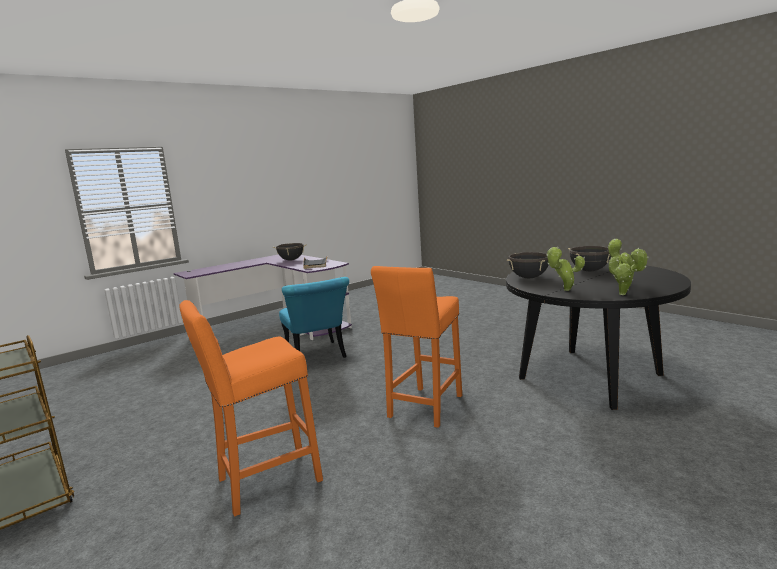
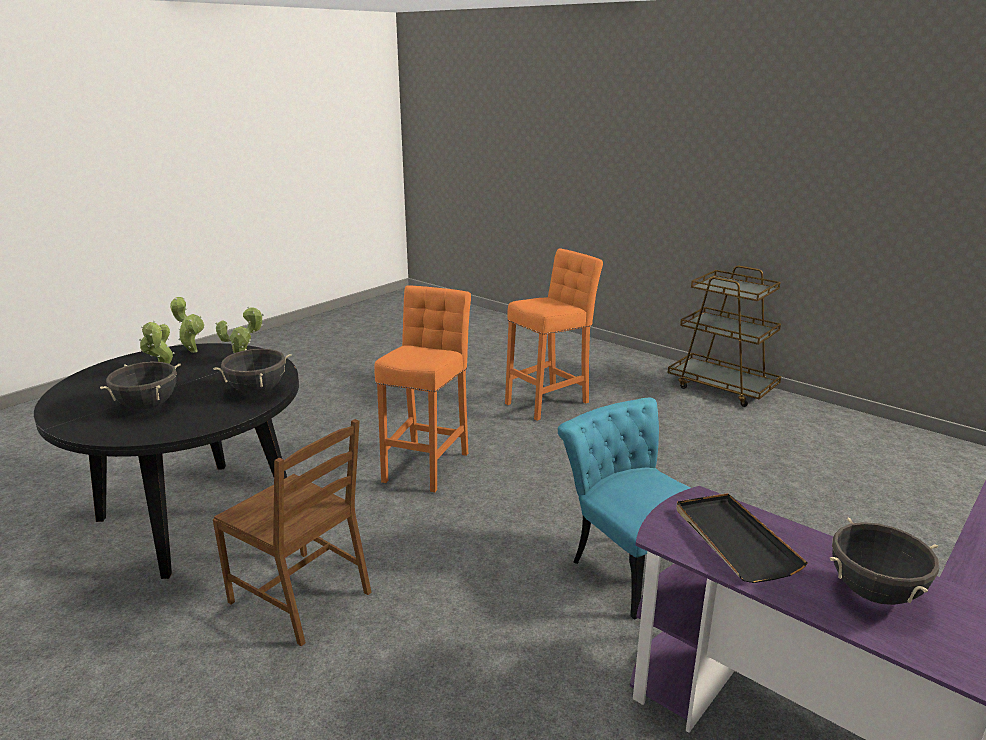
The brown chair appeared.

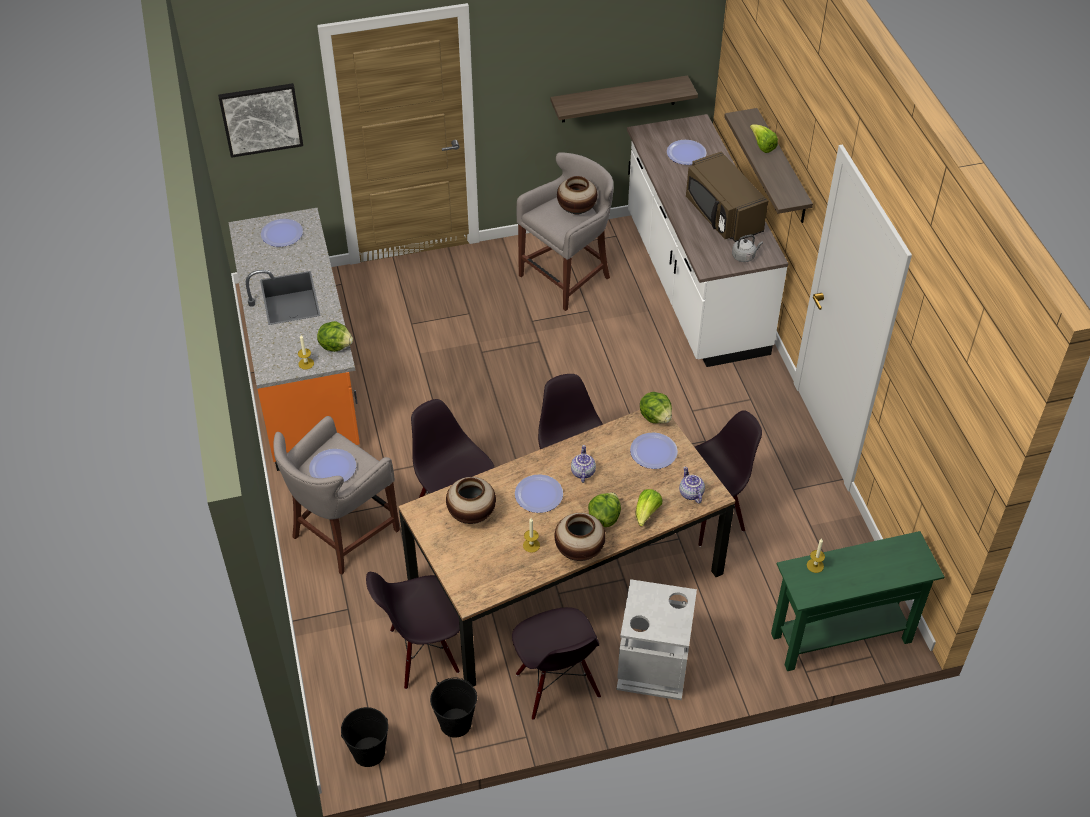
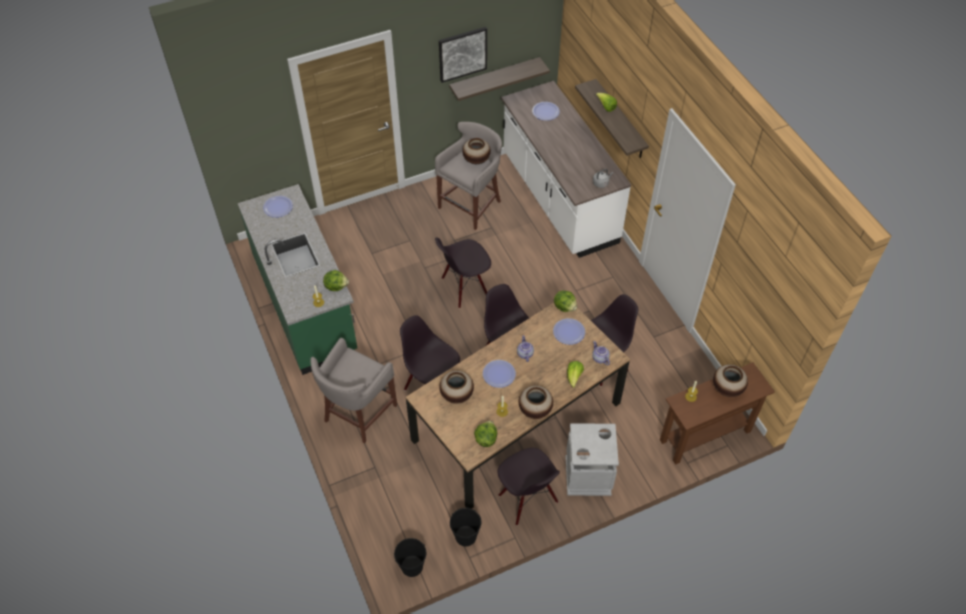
The picture moved.
The brown microwave disappeared.
The orange counter became the green counter.
The plate (2nd from left) disappeared.
The lettuce (2nd from left) moved.
The green console table became the brown console table.
The black chair (1st from left in the first image) moved.
The vase (4th from left) appeared.

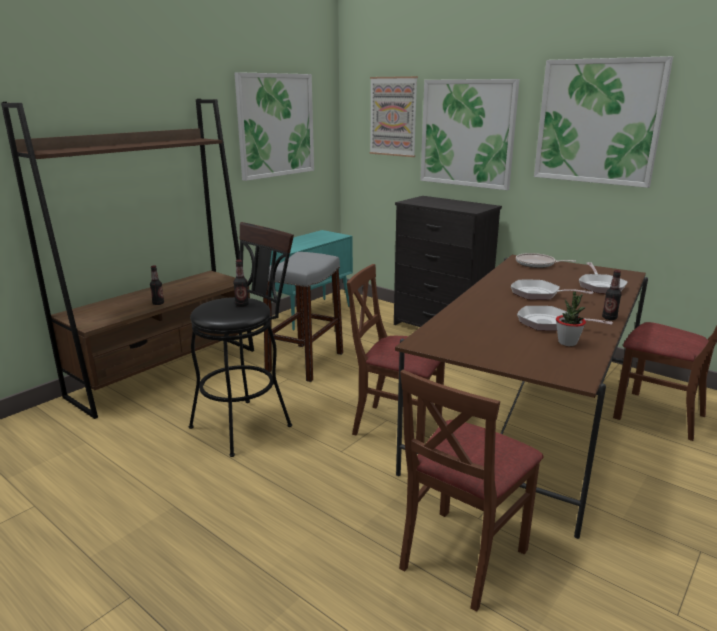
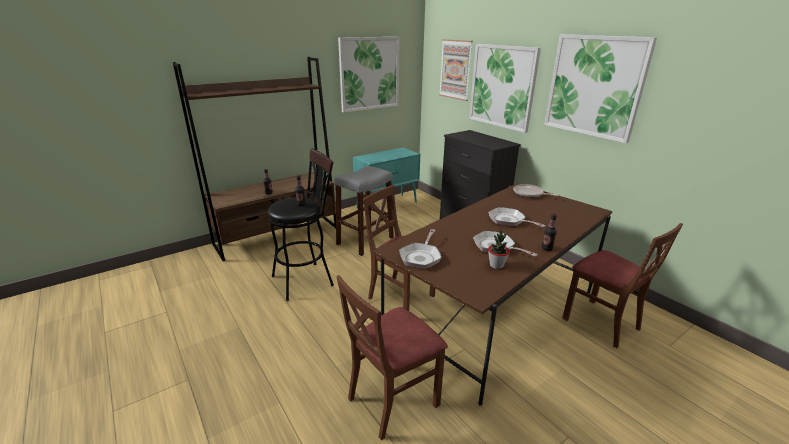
The frying pan (4th from left in the first image) moved.

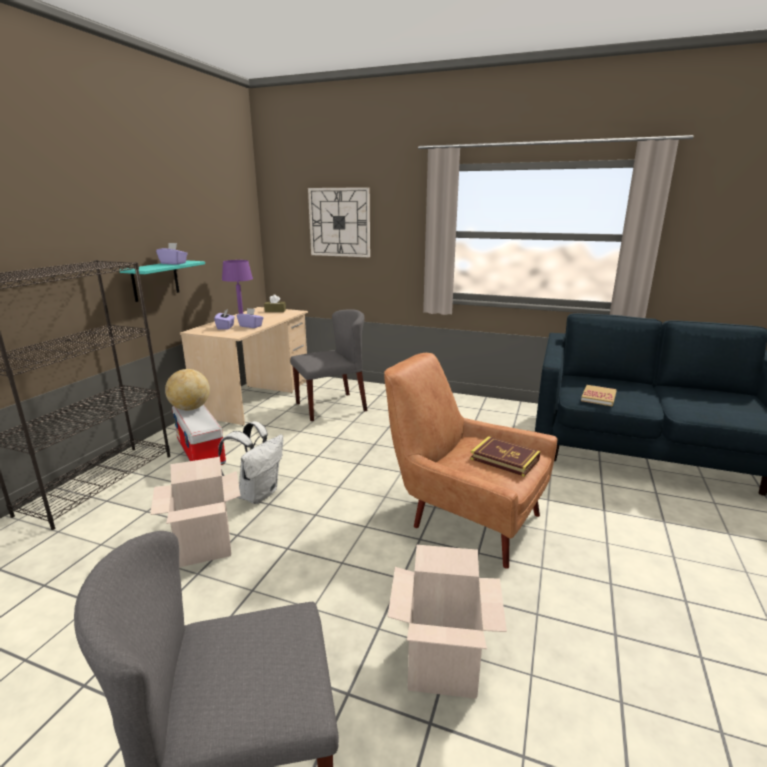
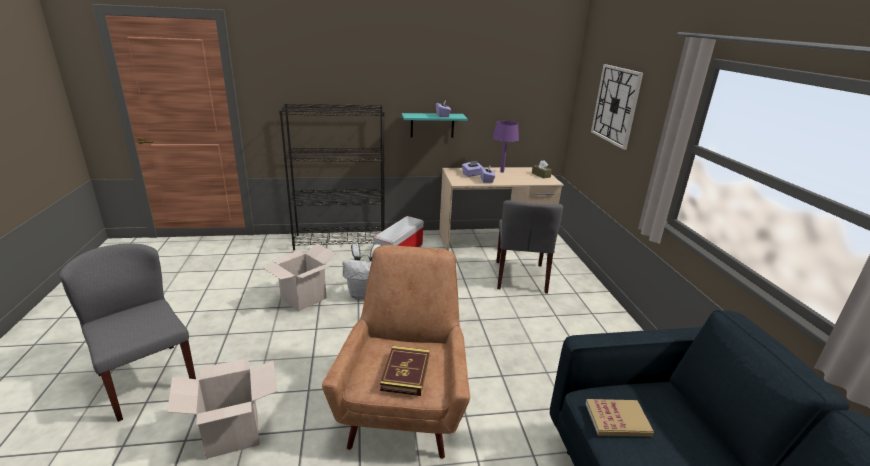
The grey chair (2nd from left) turned 60 degrees clockwise.
The globe disappeared.

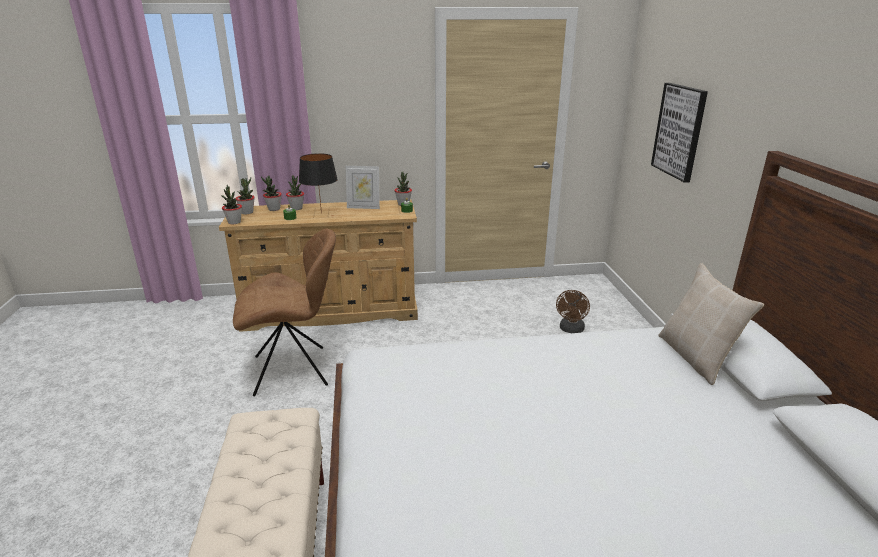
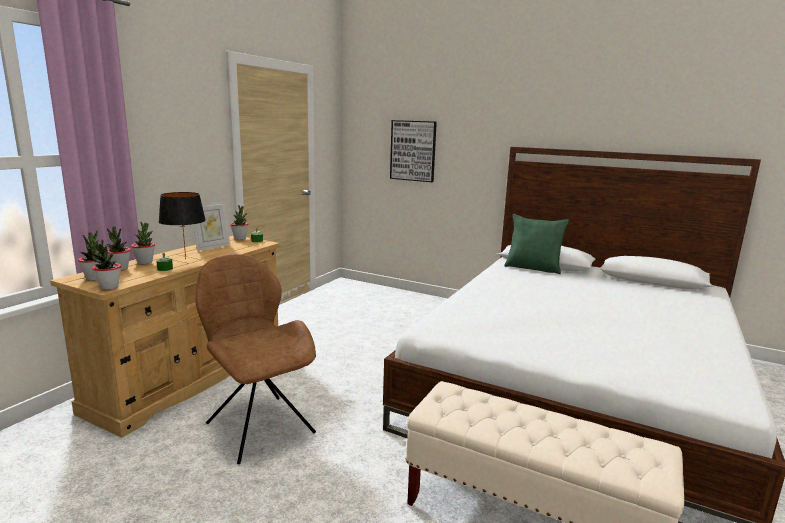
The brown chair turned 60 degrees counterclockwise.
The beige pillow became the green pillow.
The brown fan disappeared.

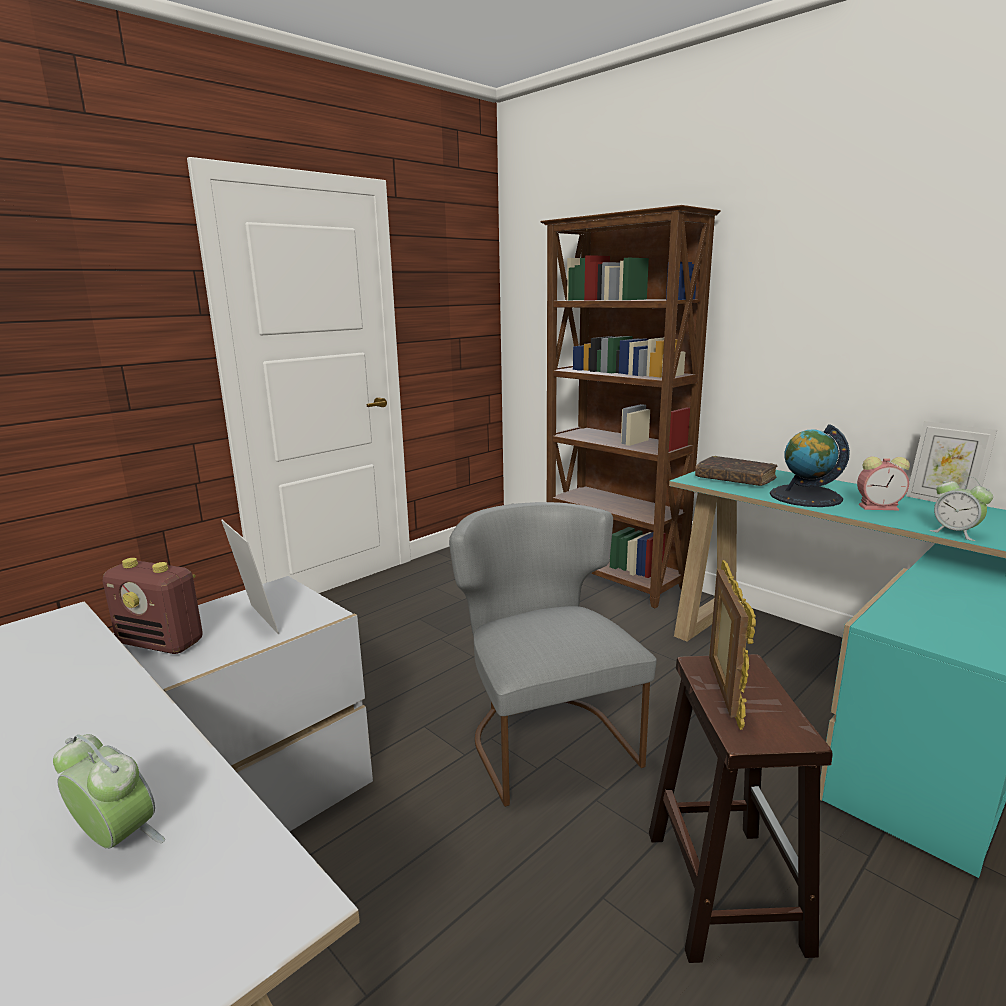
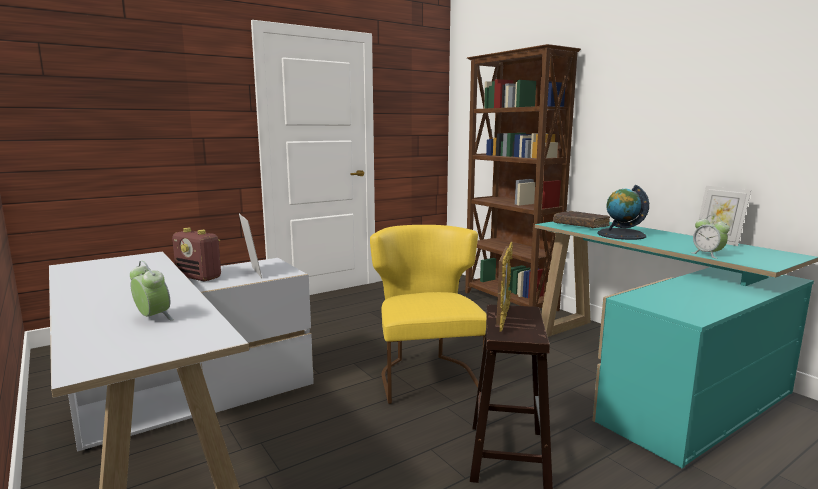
The alarm clock (2nd from left) disappeared.
The grey chair became the yellow chair.

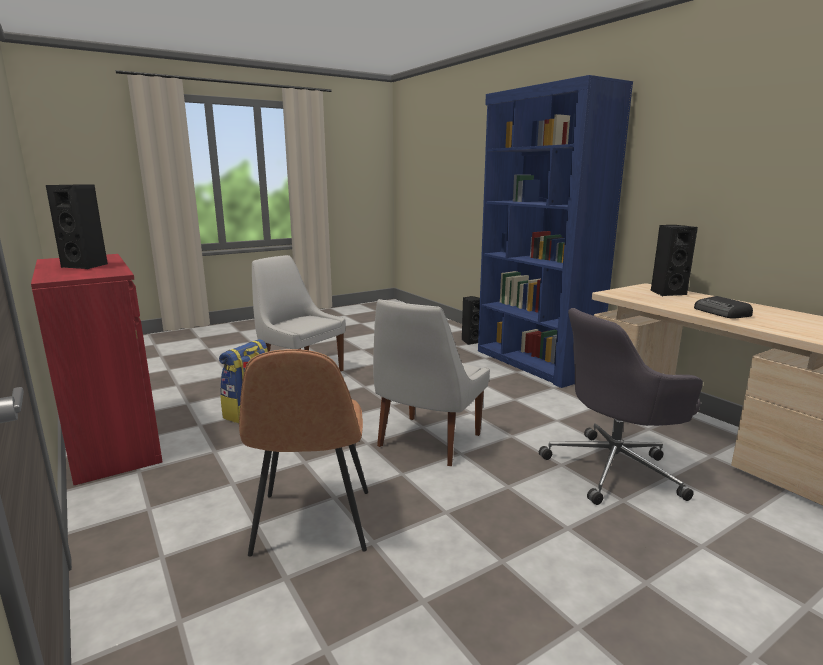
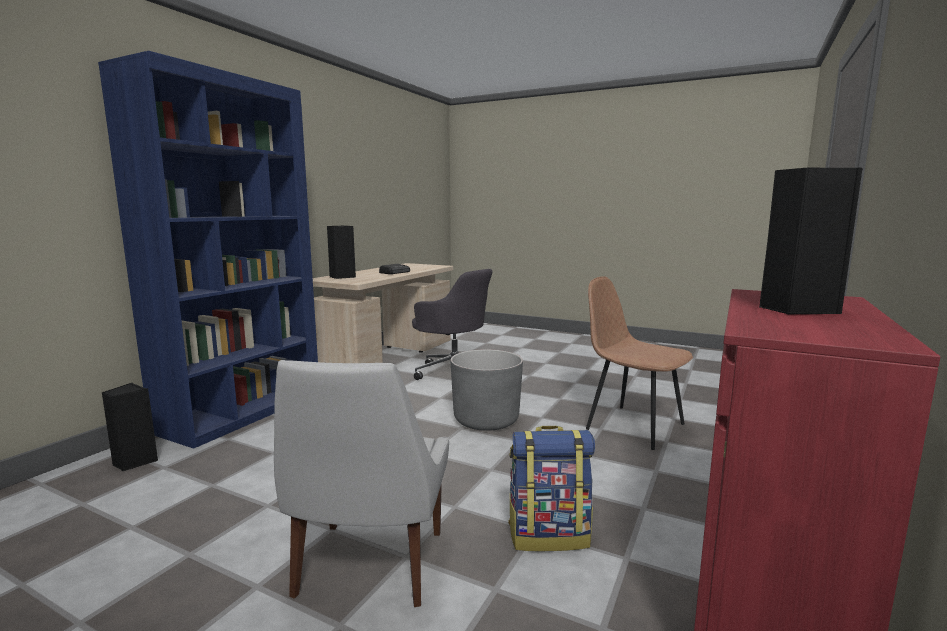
The white chair (2nd from left) was replaced by the grey planter.
The brown chair turned 105 degrees counterclockwise.

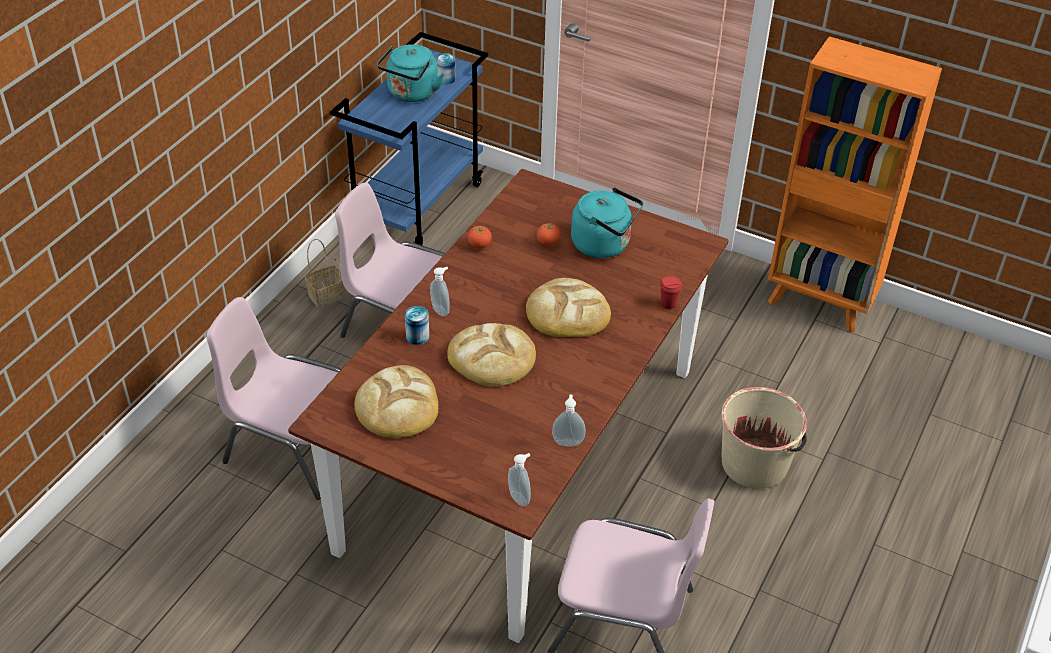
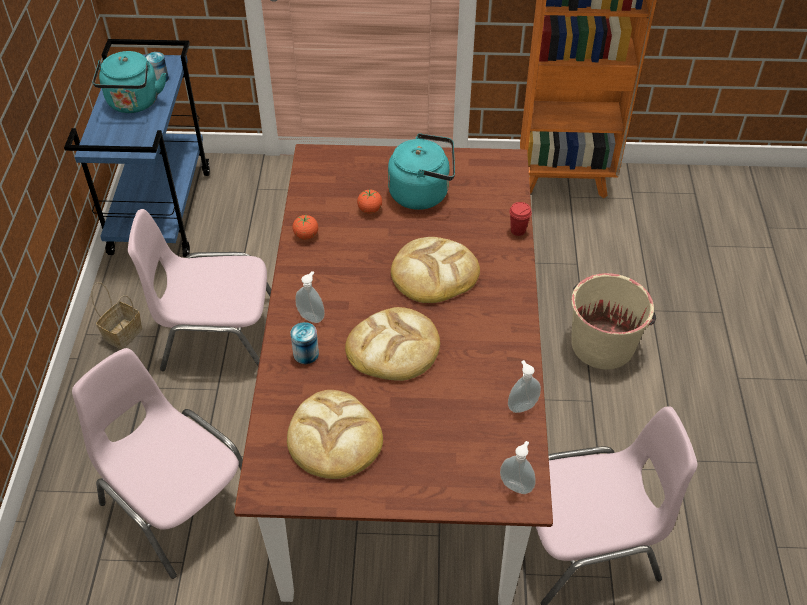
The pink chair (1st from left) turned 45 degrees clockwise.

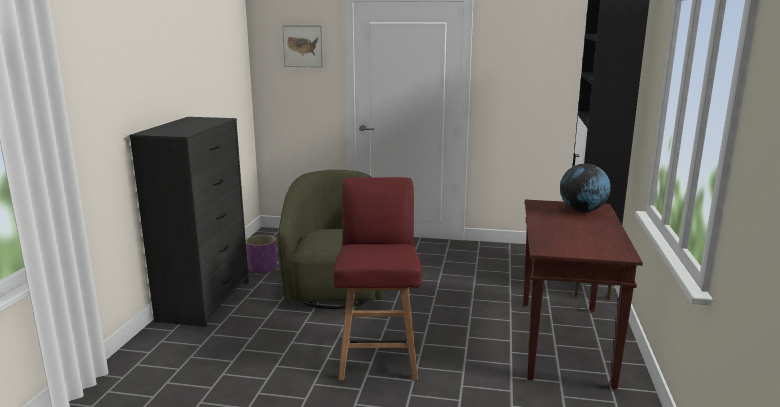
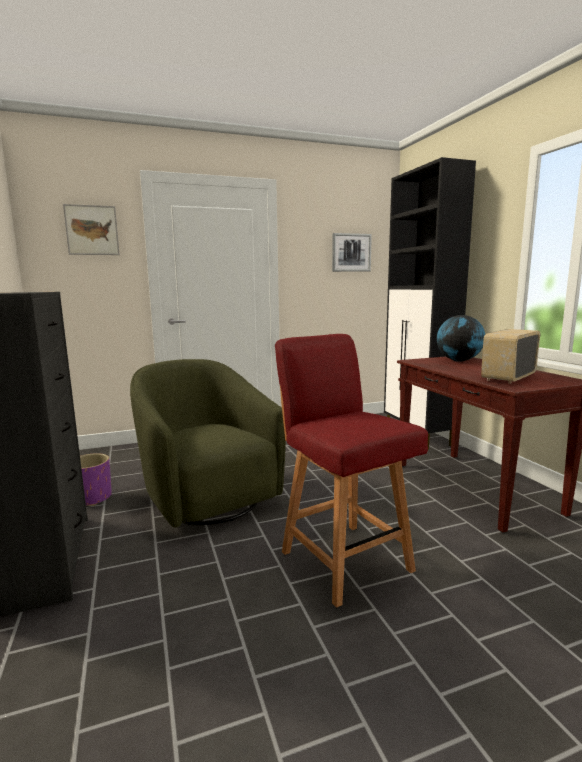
The picture (2nd from left) appeared.
The radio appeared.

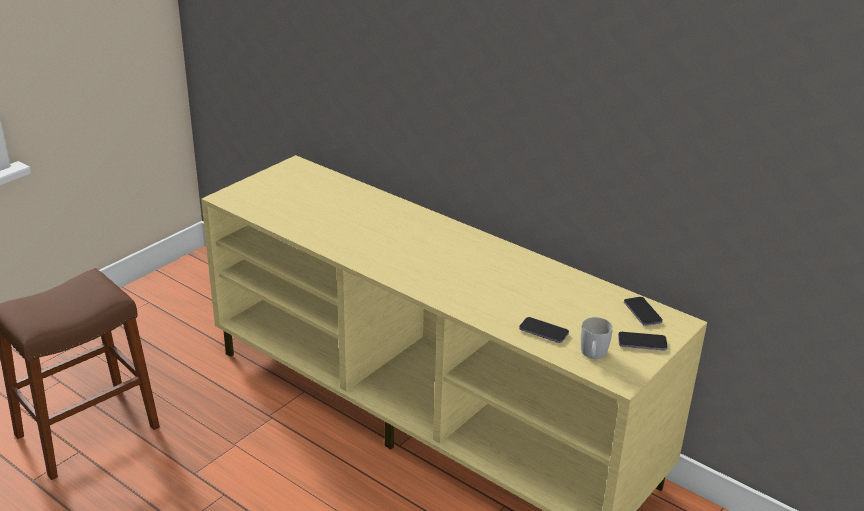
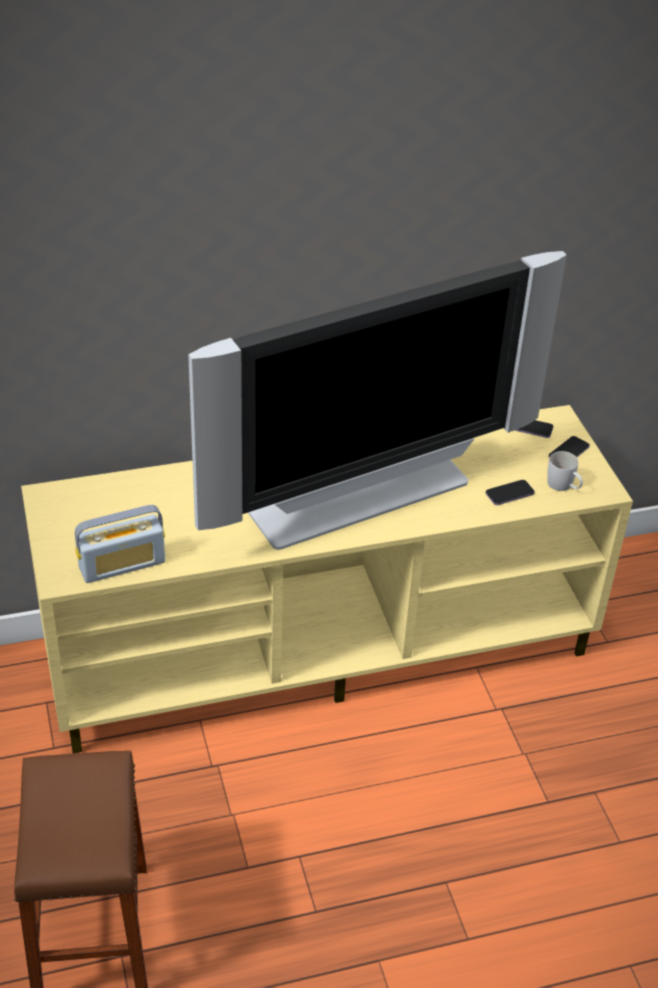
The television appeared.
The radio appeared.

